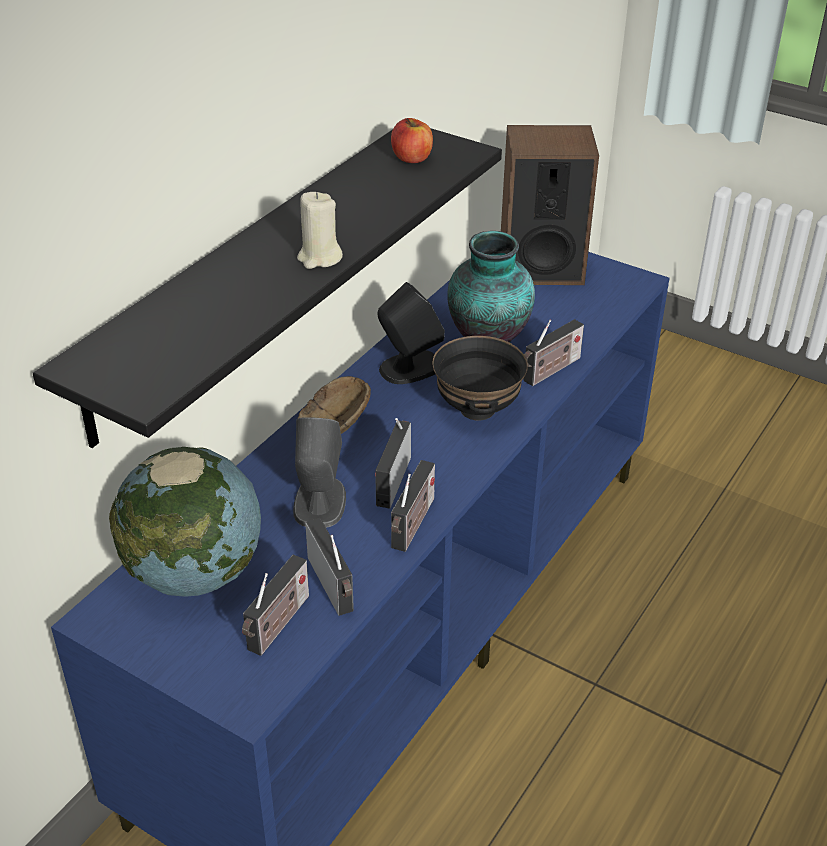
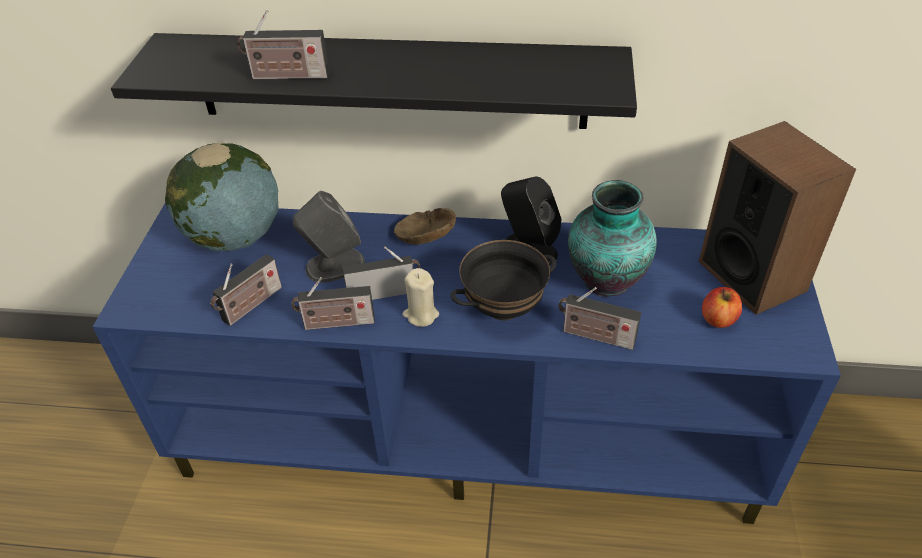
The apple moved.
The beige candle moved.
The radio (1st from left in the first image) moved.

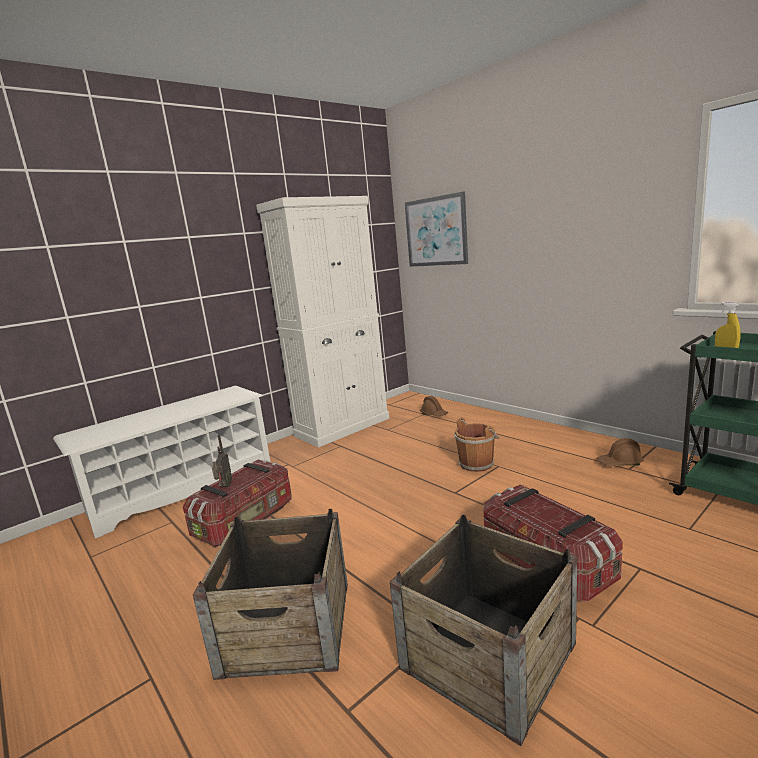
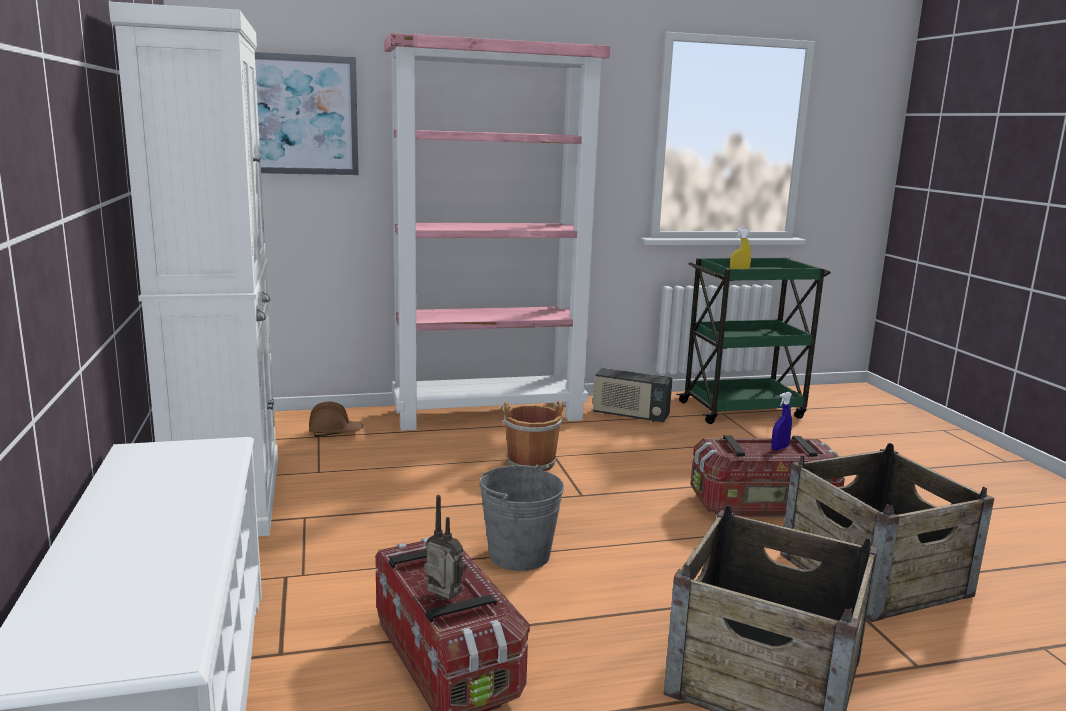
The brown hard hat (2nd from left) was replaced by the radio (2nd from left).
The pink bookcase appeared.
The blue spray bottle appeared.
The grey bucket appeared.

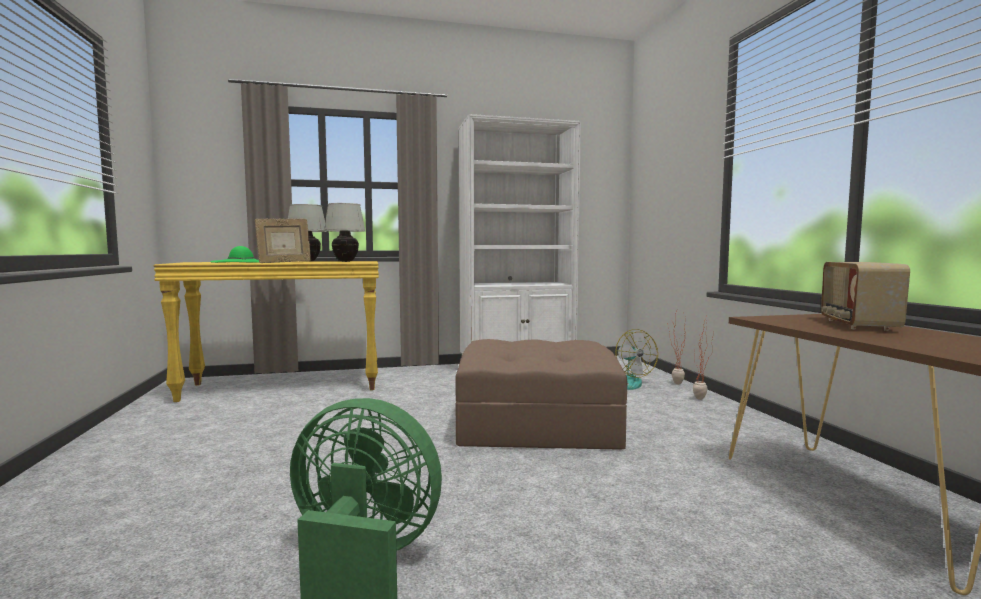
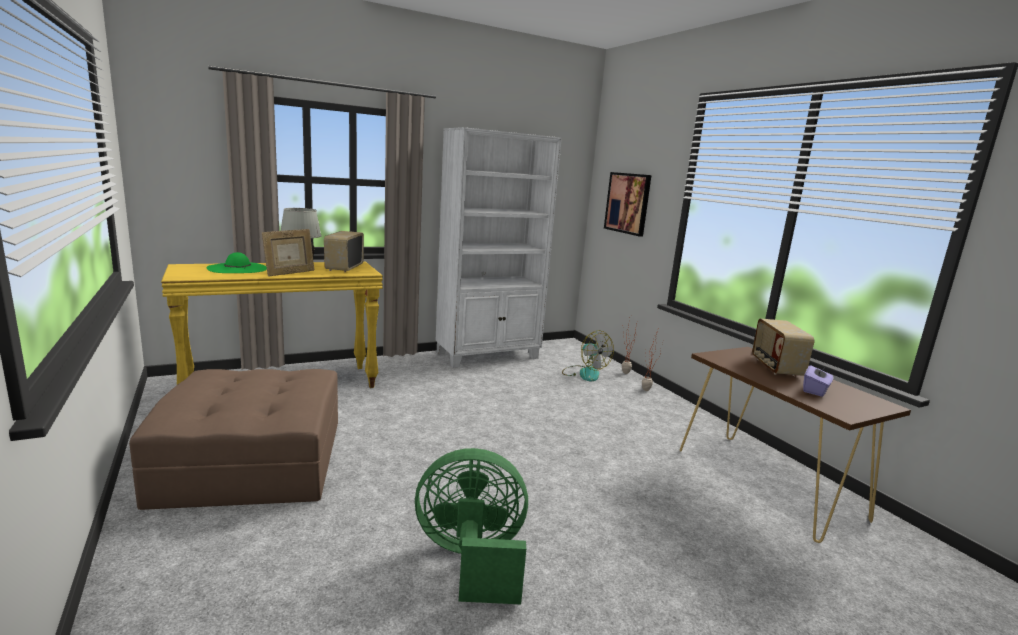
The white table lamp (2nd from left) was replaced by the radio (1st from left).
The brown ottoman moved.
The picture appeared.
The purple tissue box appeared.

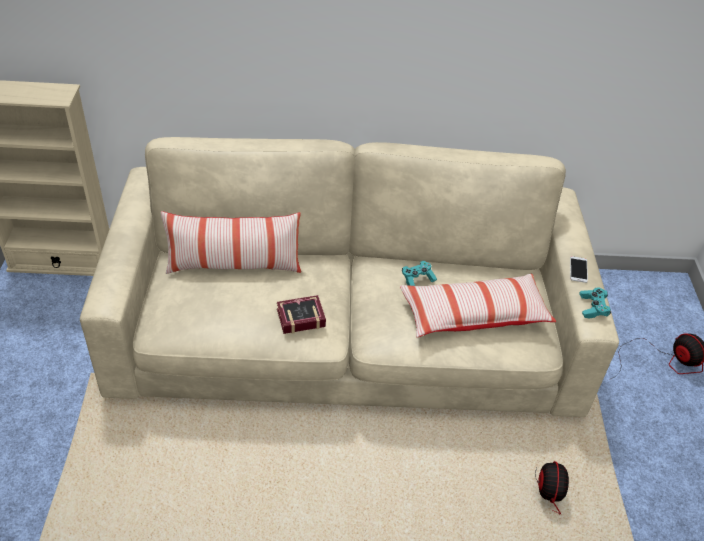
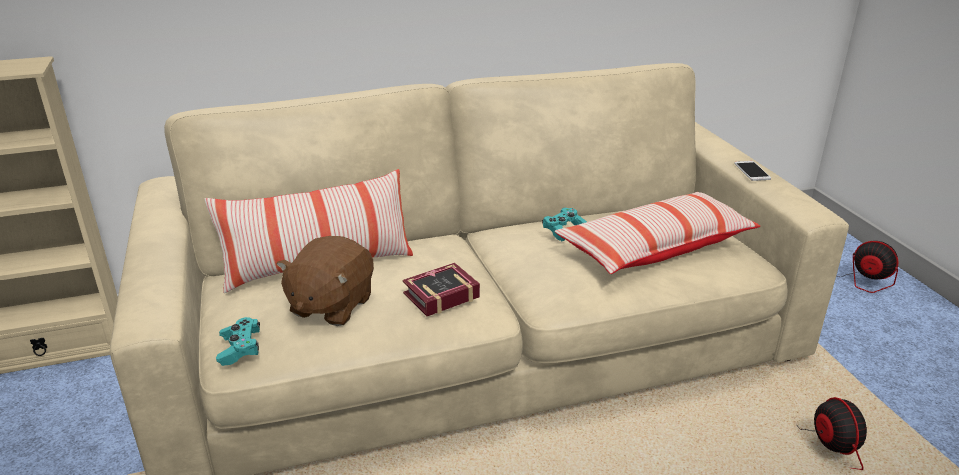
The turquoise game controller (2nd from left in the first image) moved.
The brown plush toy appeared.

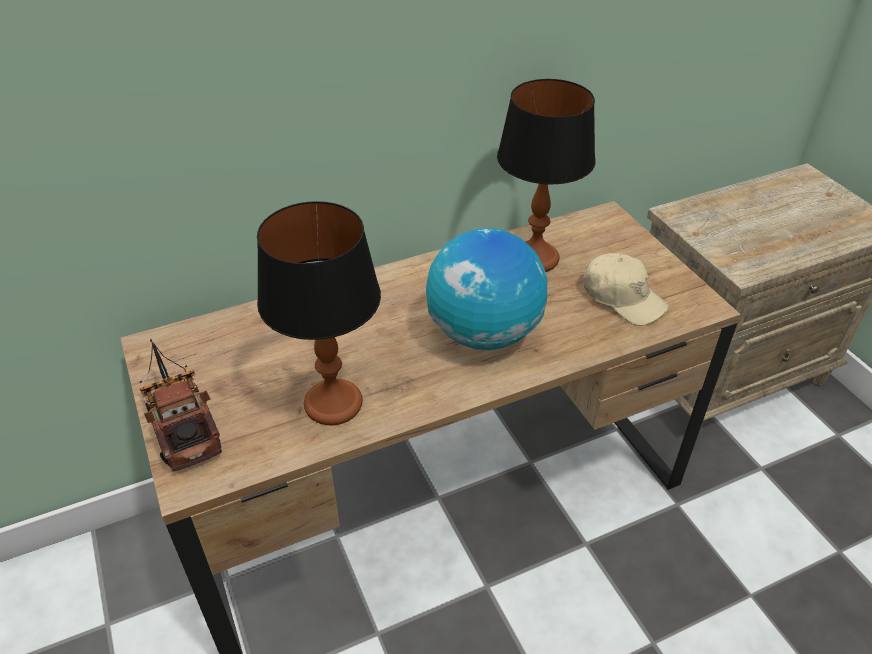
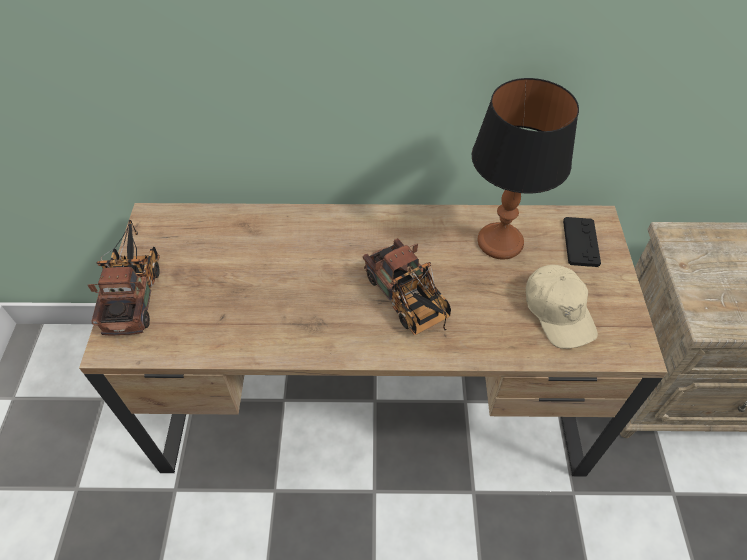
The table lamp (1st from left) disappeared.
The globe was replaced by the toy truck (2nd from left).
The black game controller appeared.

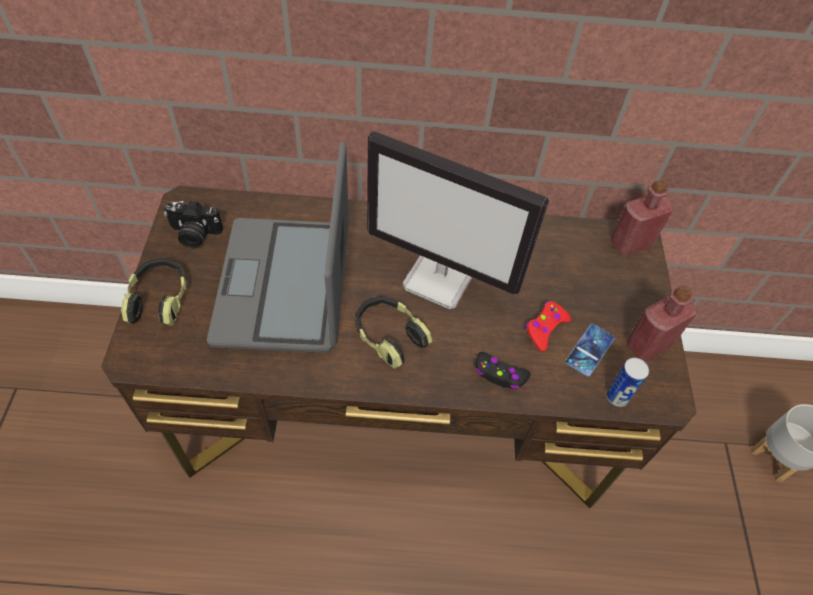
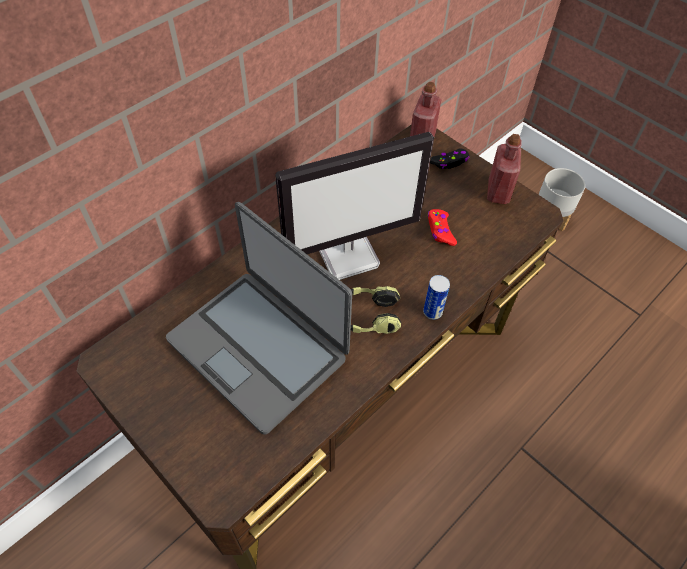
The photo camera disappeared.
The headphones (1st from left) disappeared.
The phone disappeared.
The black game controller moved.
The can moved.

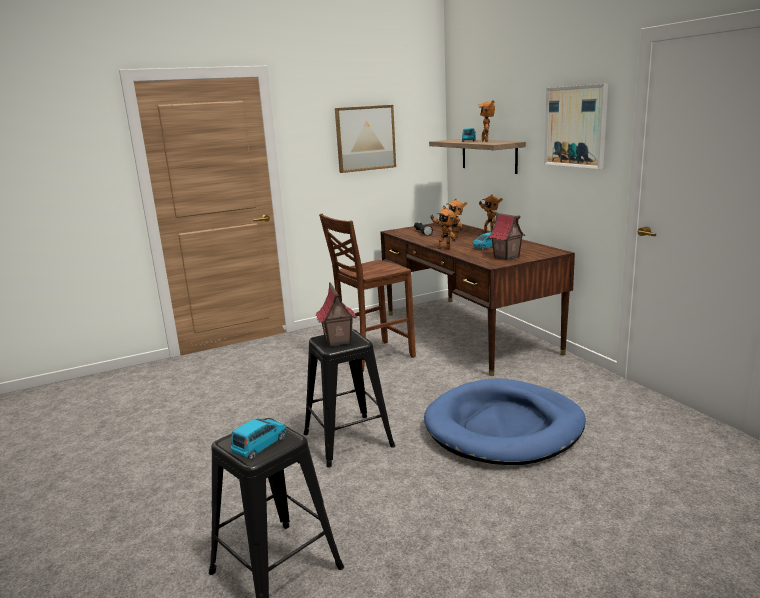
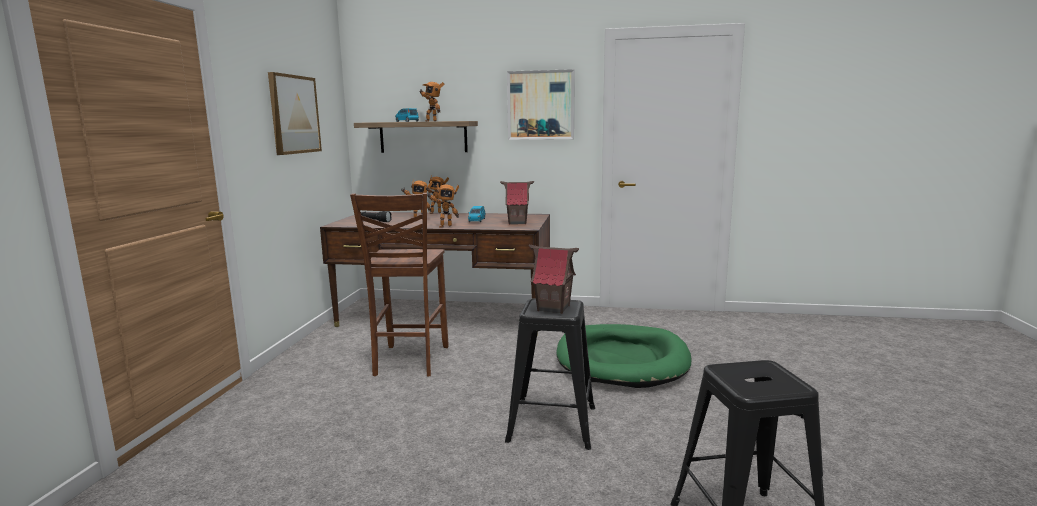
The blue dog bed became the green dog bed.
The blue toy car (1st from left) disappeared.

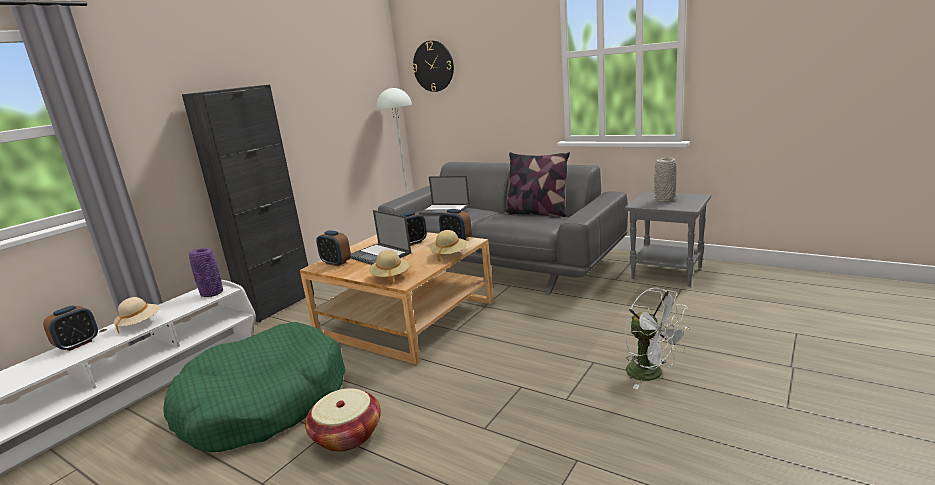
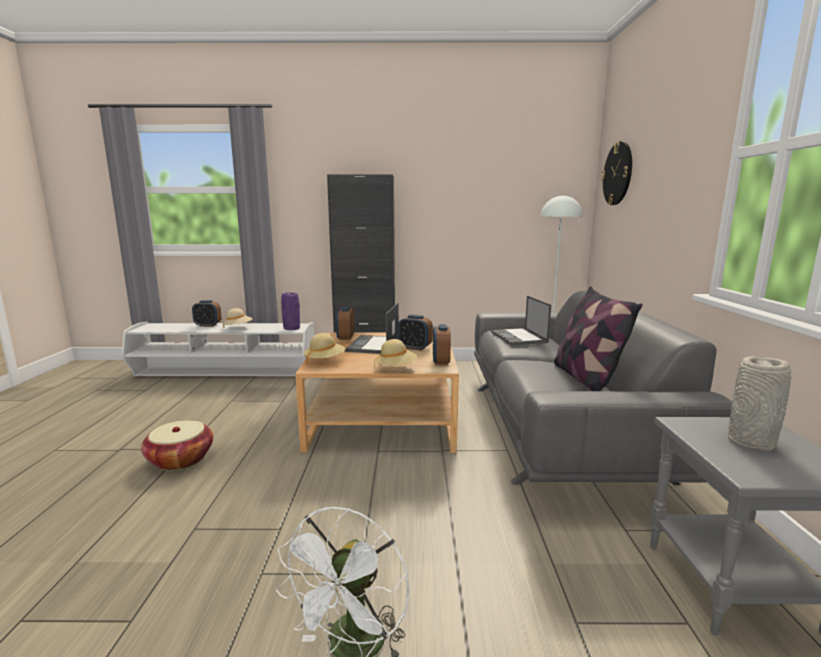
The green dog bed disappeared.

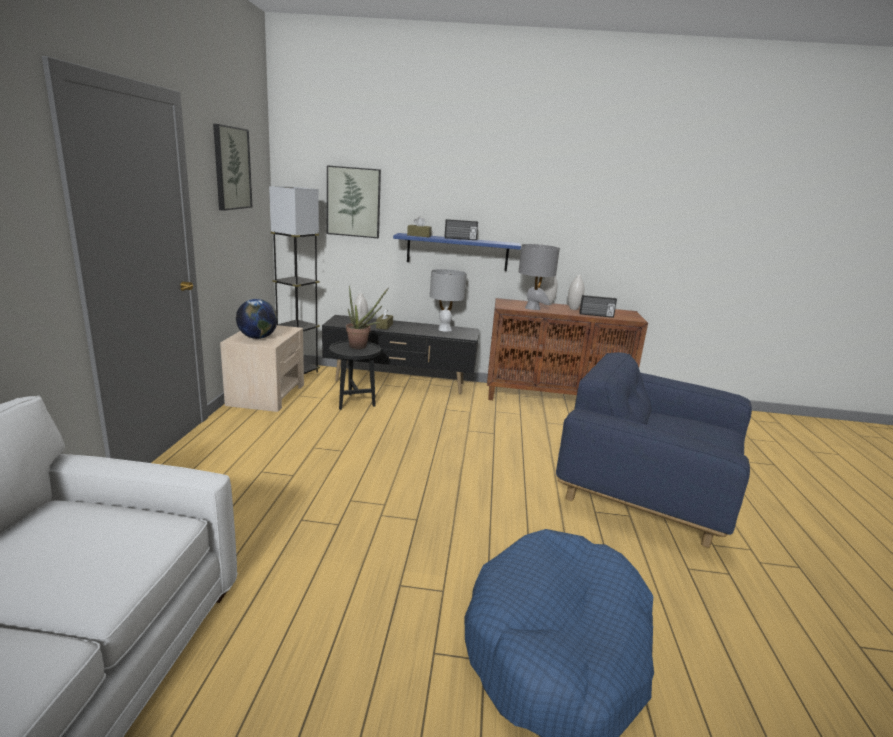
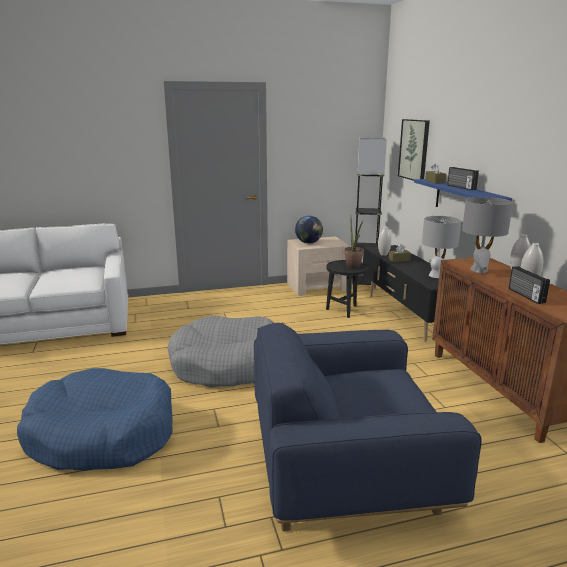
The picture (1st from left) disappeared.
The blue armchair turned 105 degrees counterclockwise.
The grey dog bed appeared.

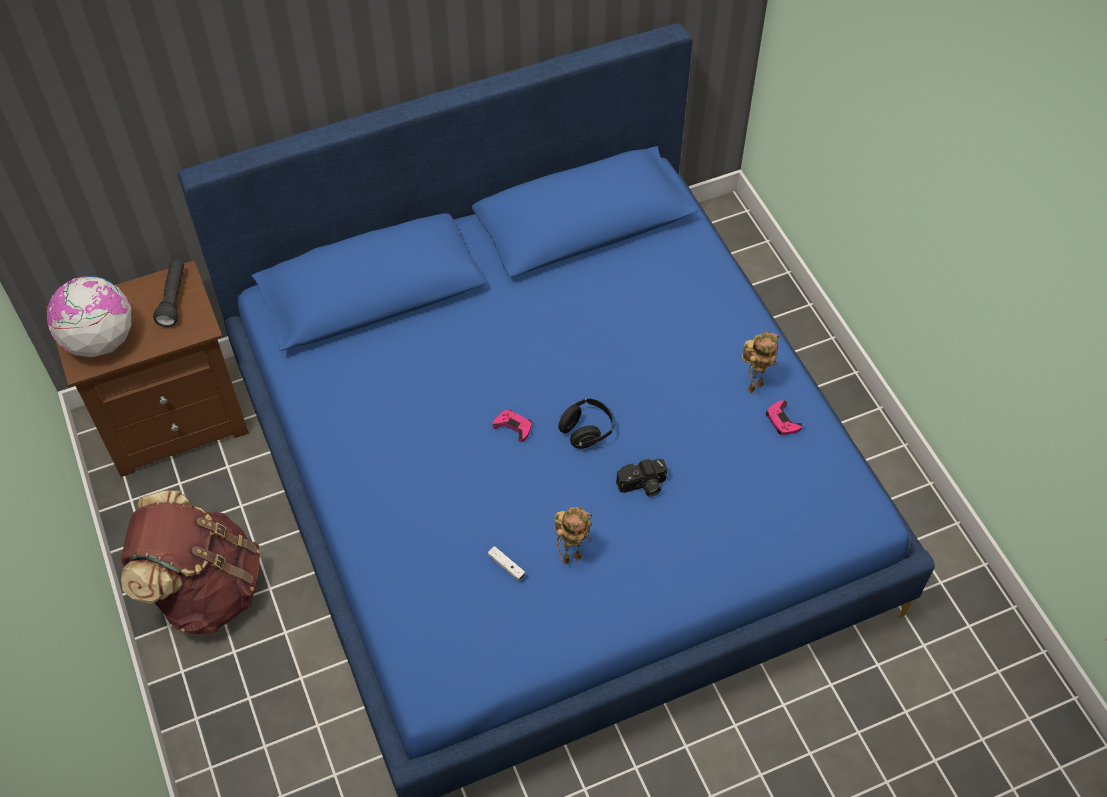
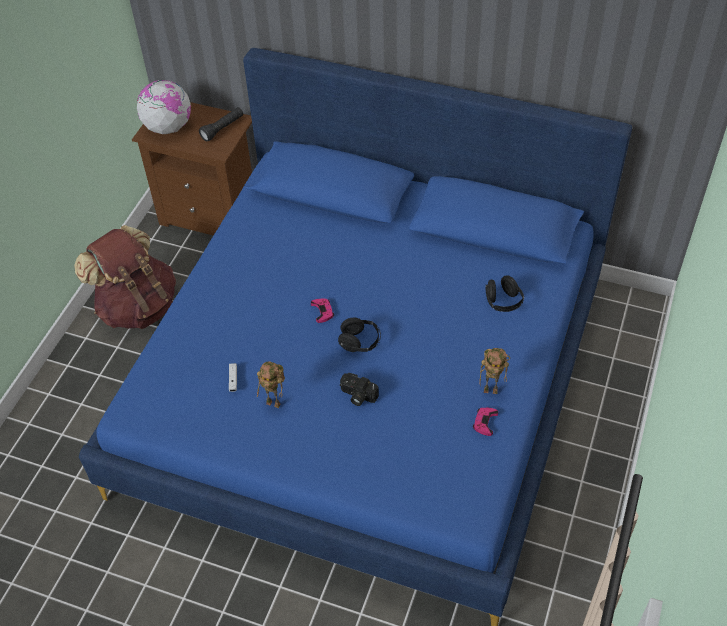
The black headphones (2nd from left) appeared.

